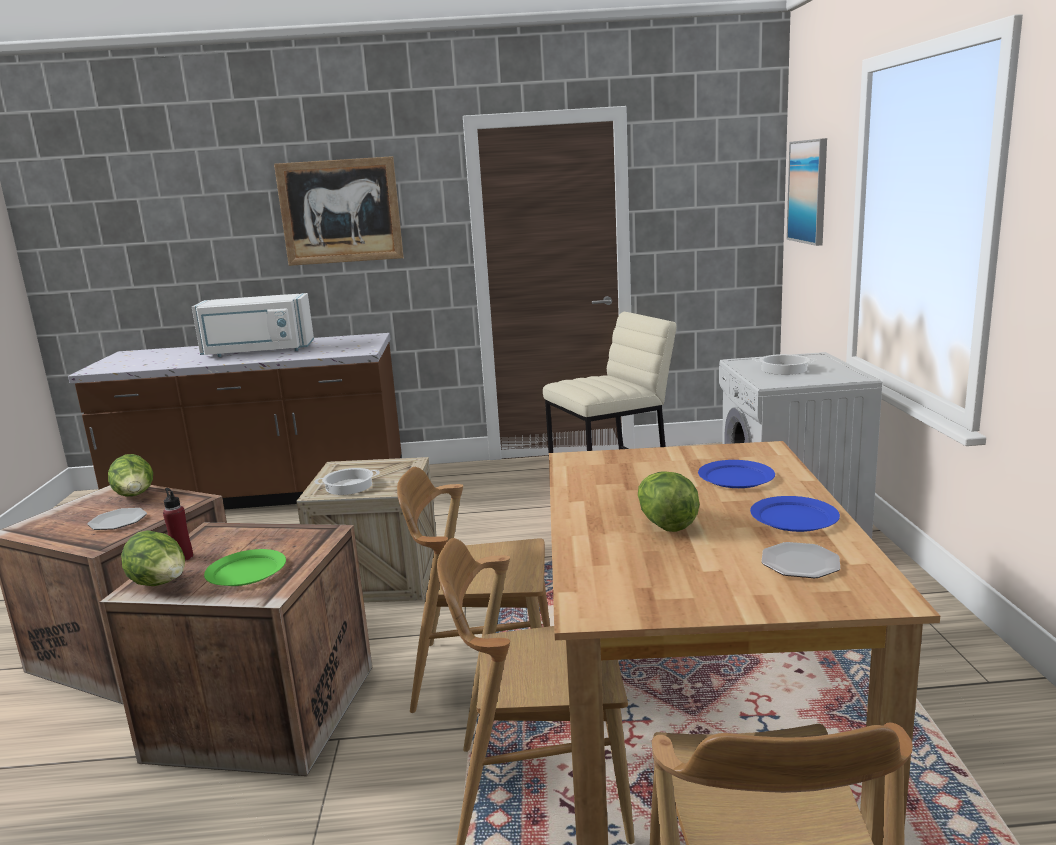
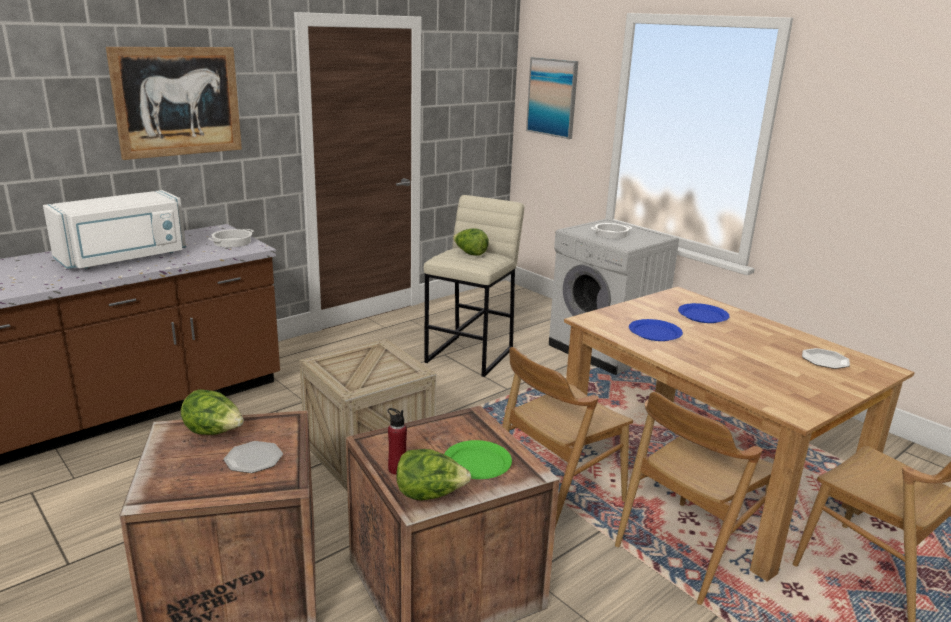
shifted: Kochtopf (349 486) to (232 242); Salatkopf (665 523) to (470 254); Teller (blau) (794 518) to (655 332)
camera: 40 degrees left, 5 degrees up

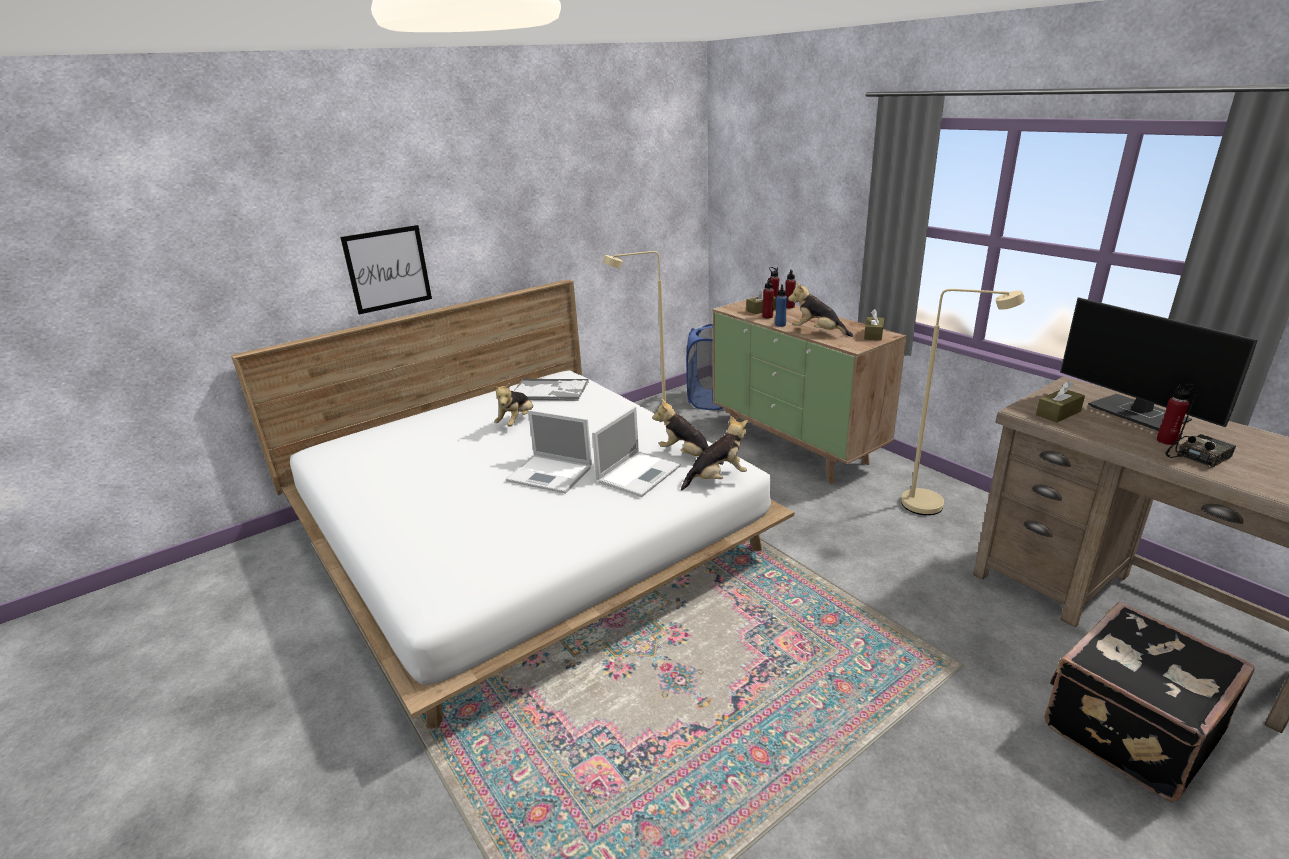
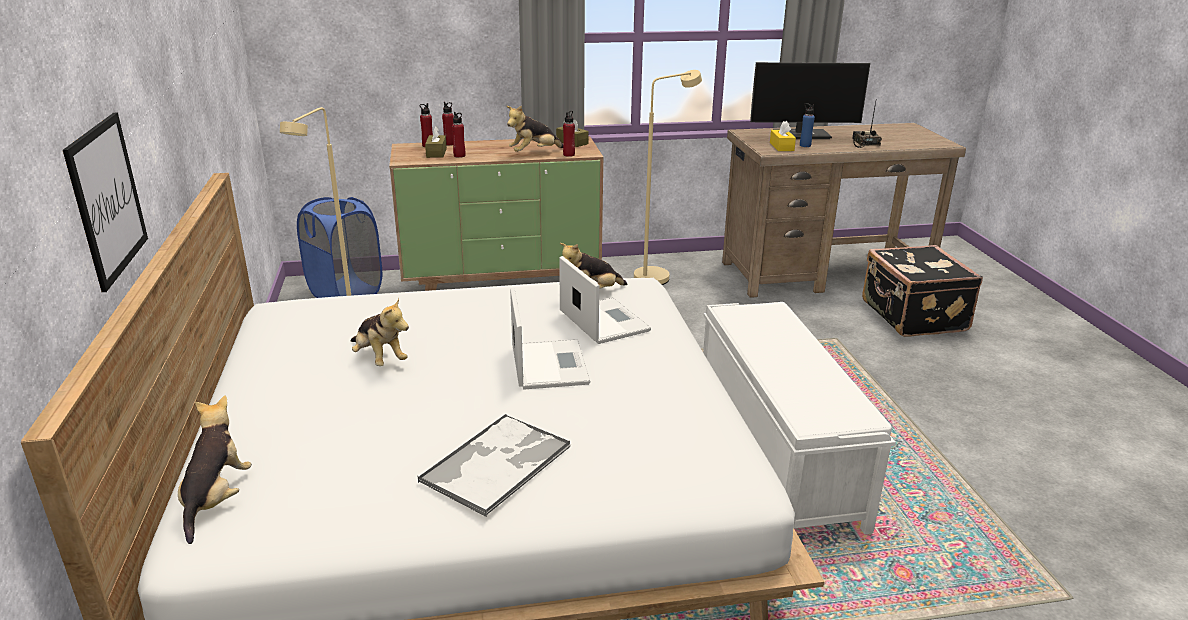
new: Bank (weiß) (775 454)
shifted: Plüschtier (717 478) to (216 499); Tablett (550 391) to (497 463); Flasche (rot) (1166 441) to (569 154); Flasche (blau) (780 325) to (805 145)
repainted: Taschentuchbox (braun) (1058 413) to Taschentuchbox (gelb) (781 147)
rotated: Laptop (551 474) = (548 364) 60 degrees counterclockwise
camera: 65 degrees left, 0 degrees up

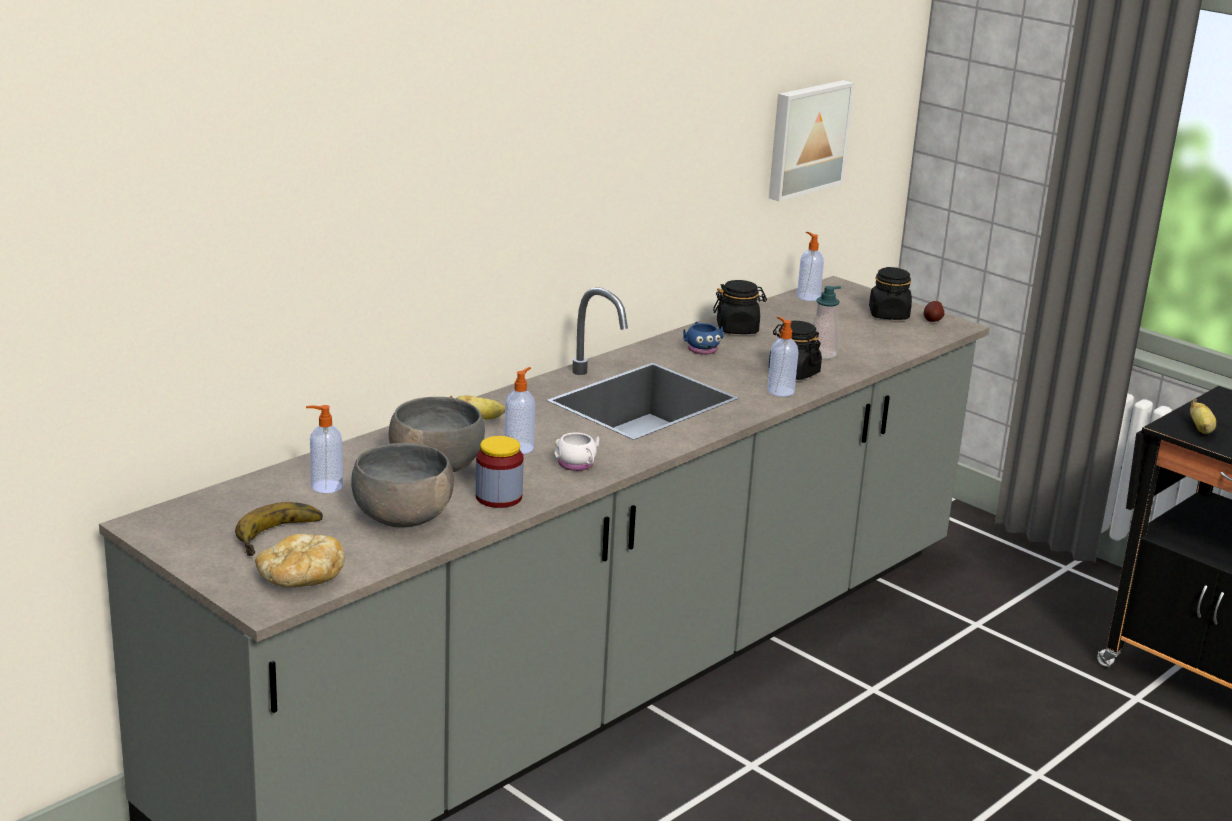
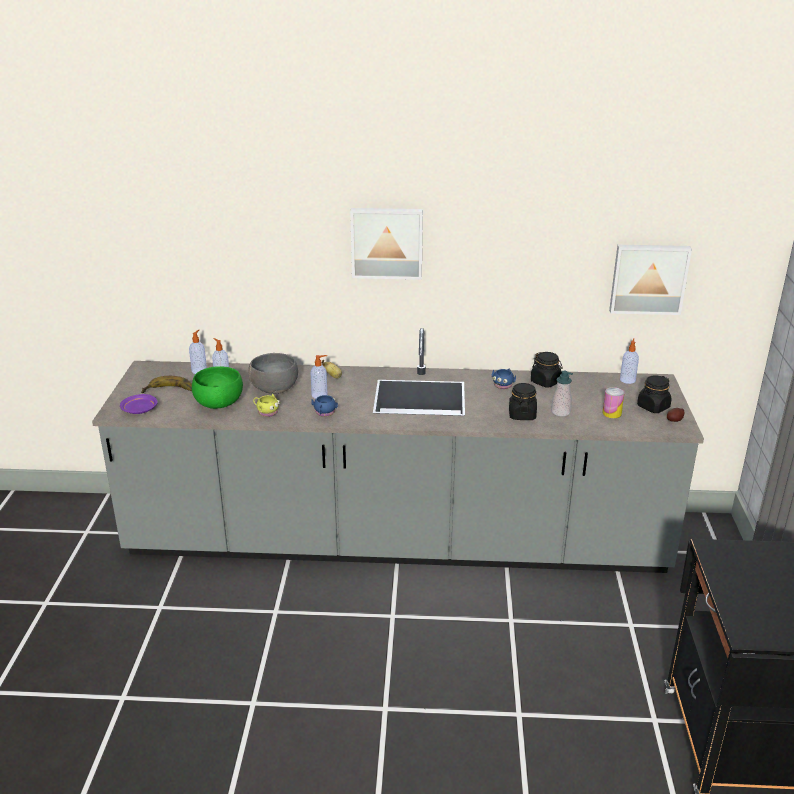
gone: Banane (1201 429)
new: Bild (387 242); Dose (611 413)
shifted: Seifenspender (780 391) to (199 370)
swapped: Brot (300 580) to Teller (lila) (139 410); Vorratsglas (498 497) to Henkelbecher (gelb) (266 412)
repainted: Schüssel (grau) (403 517) to Schüssel (grün) (218 403); Henkelbecher (weiß) (577 465) to Henkelbecher (blau) (324 413)
camera: 50 degrees right, 5 degrees up

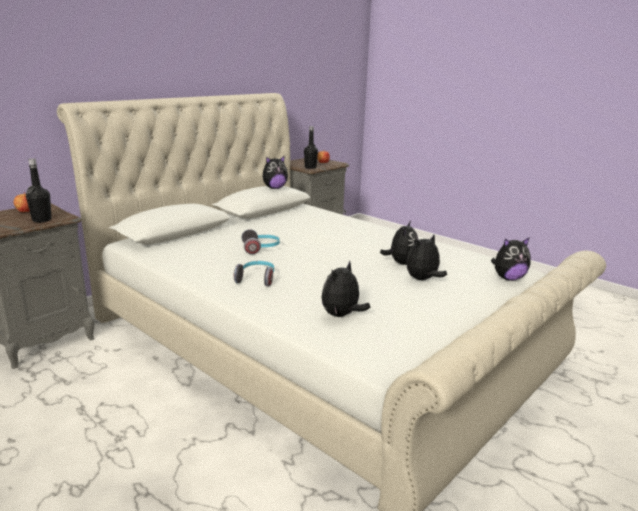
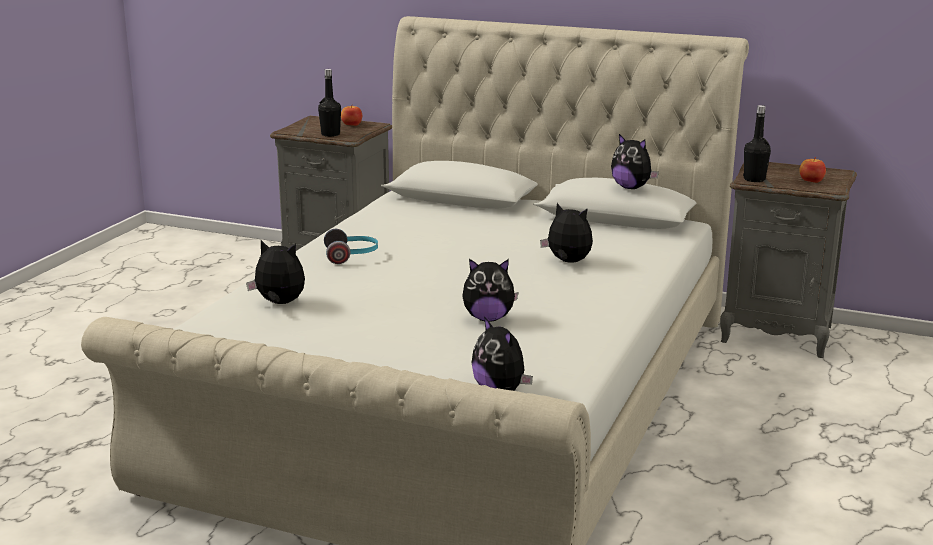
gone: Kopfhörer (261 248)
shifted: Plüschtier (423 280) to (567 262)
camera: 70 degrees right, 0 degrees up

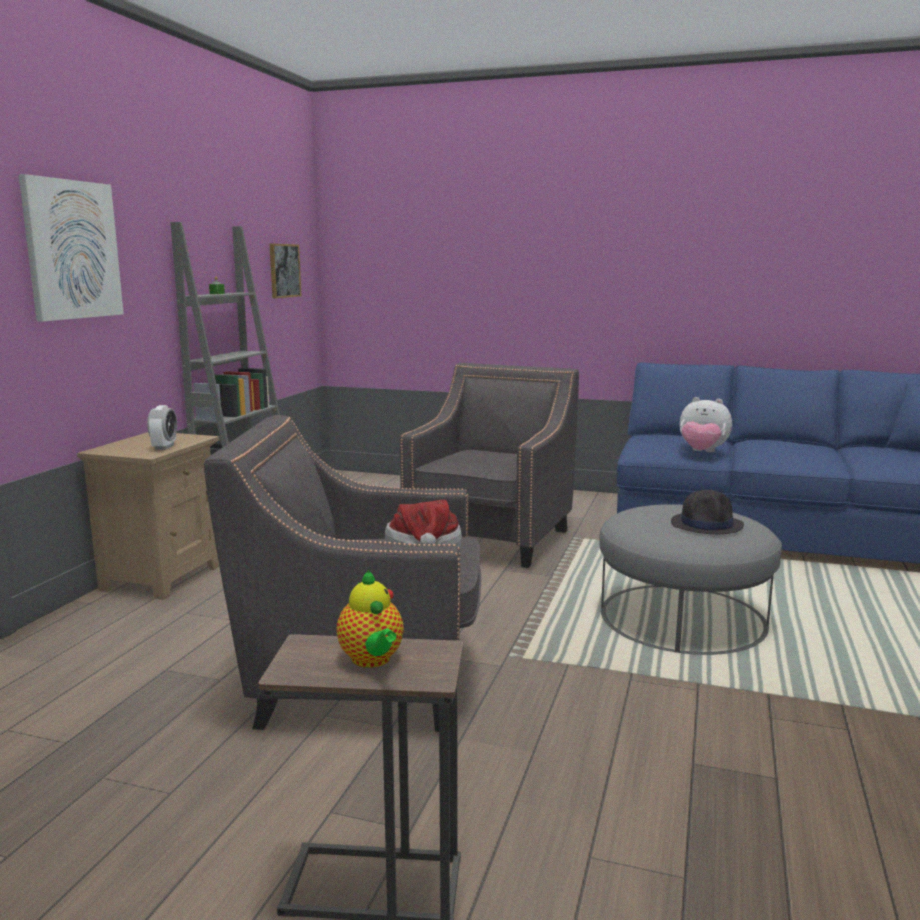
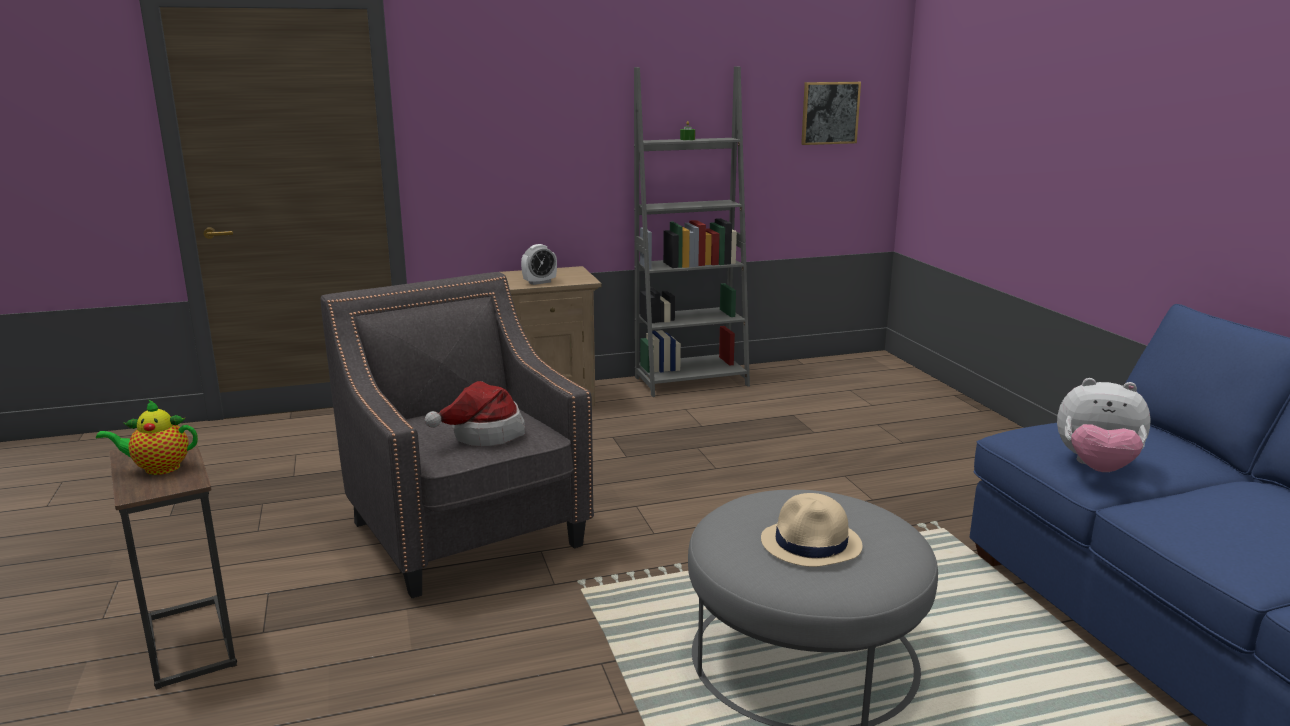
gone: Bild (72 250); Sessel (grau) (491 539)
repainted: Hut (schwarz) (707 525) to Hut (beige) (811 544)
rotated: Teekanne (372 660) = (158 468) 45 degrees clockwise; Plüschtier (702 452) = (1096 468) 60 degrees counterclockwise
camera: 55 degrees right, 5 degrees up

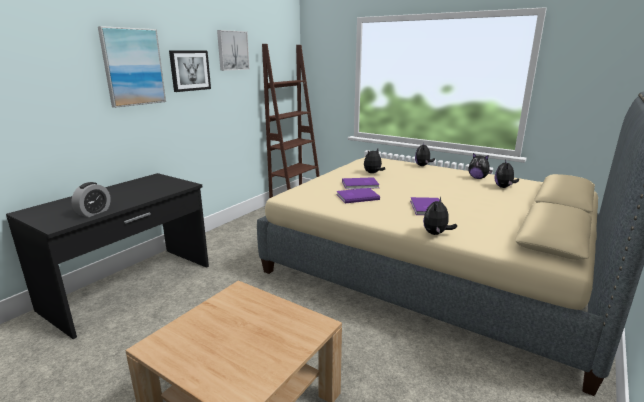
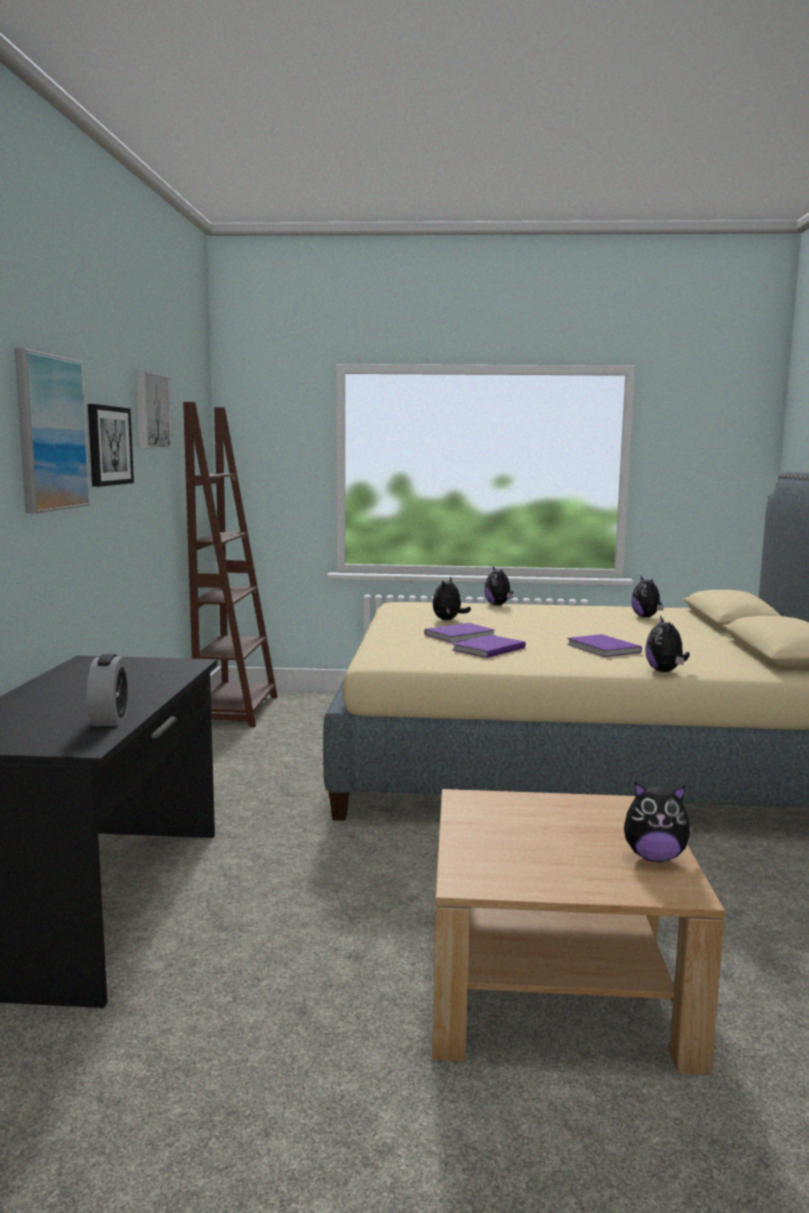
shifted: Plüschtier (478 178) to (654 857)
camera: 30 degrees left, 10 degrees down

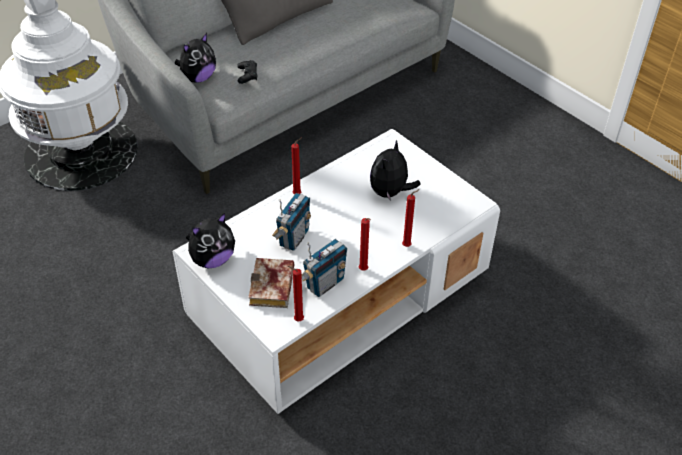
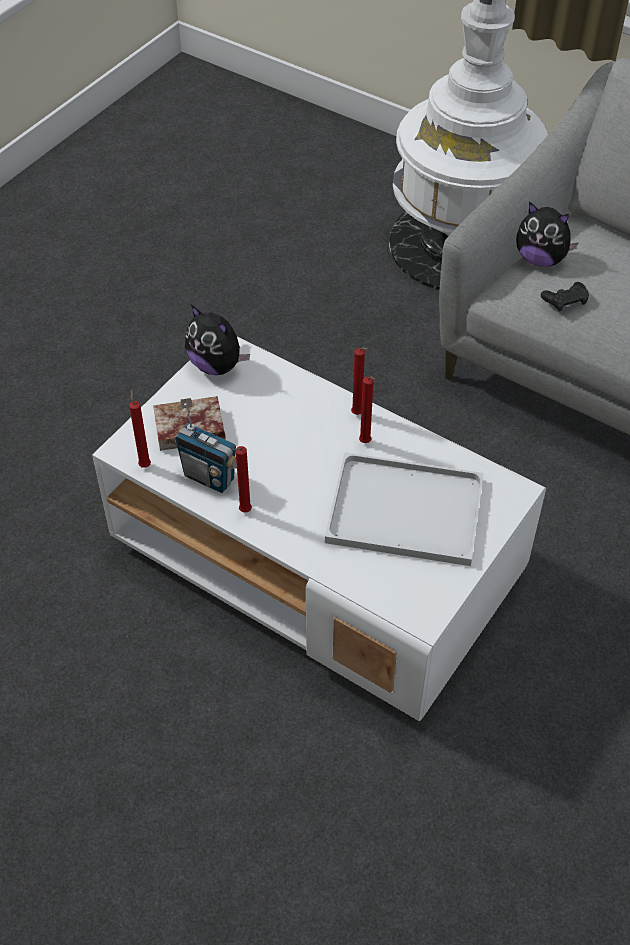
gone: Radio (293 238)
shifted: Kerze (rot) (408 245) to (366 443)
swapped: Plüschtier (390 192) to Tablett (weiß) (402 511)
camera: 75 degrees right, 5 degrees up

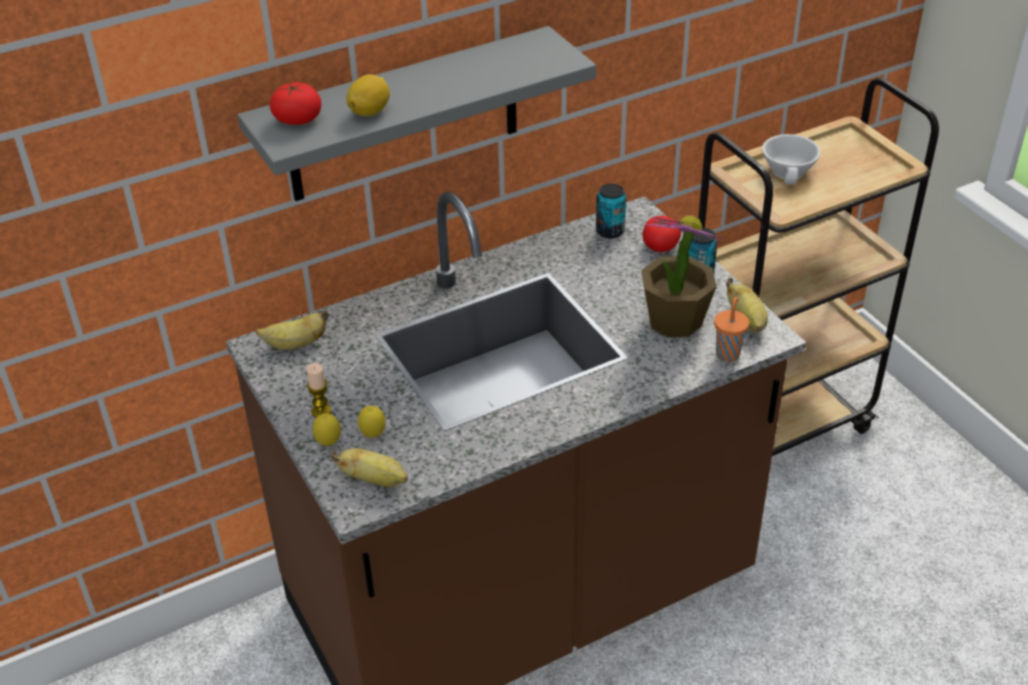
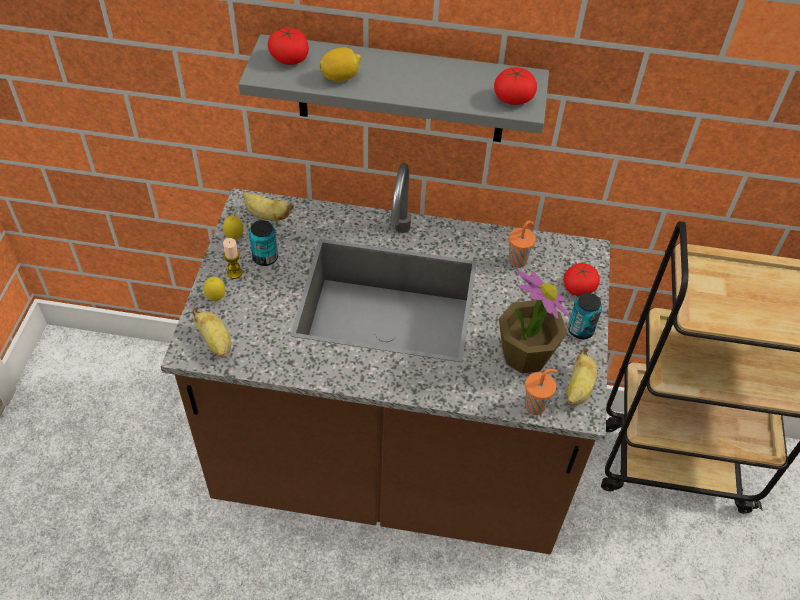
gone: Tasse (weiß) (790 171)
new: Tomate (513 98); Tasse (orange) (518 260)
shifted: Zitrone (373 436) to (234 237); Dose (610 231) to (265 257)
camera: 35 degrees right, 10 degrees up

